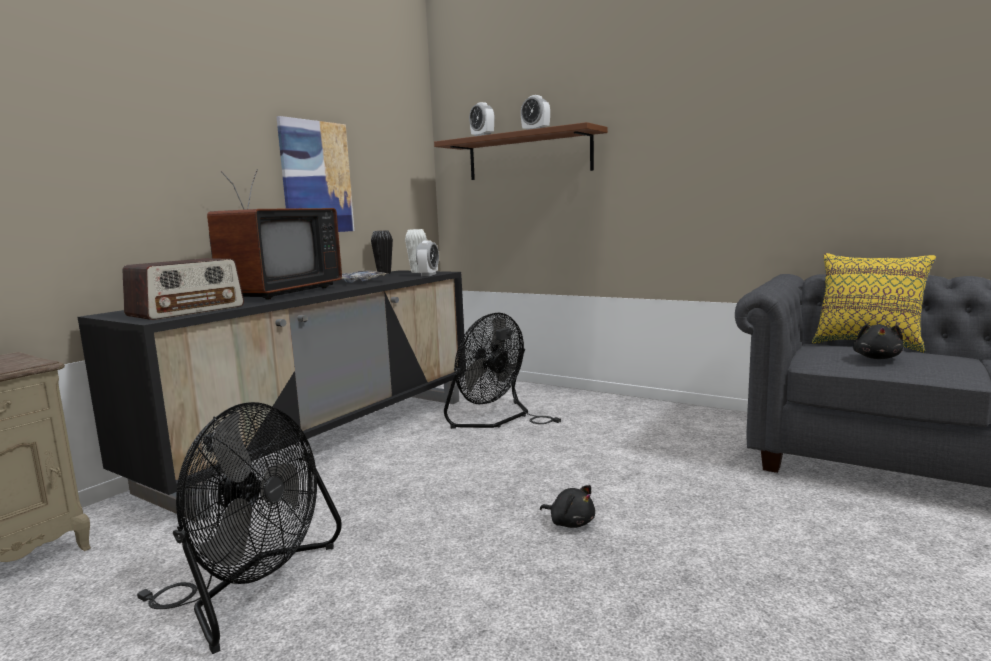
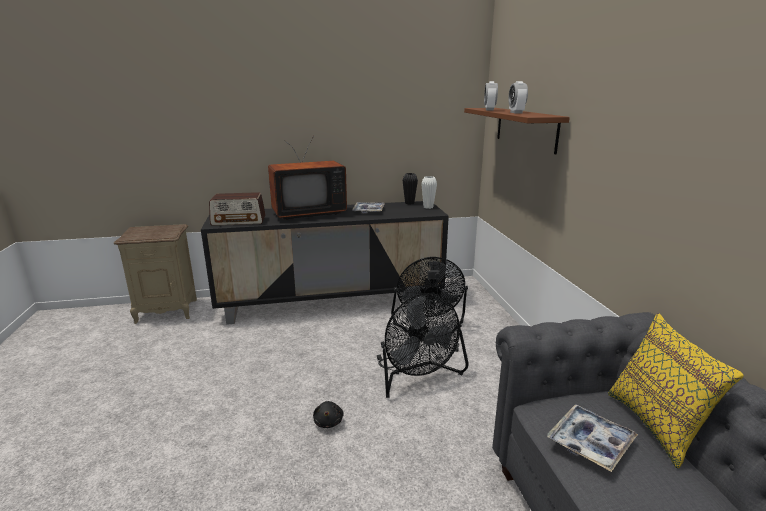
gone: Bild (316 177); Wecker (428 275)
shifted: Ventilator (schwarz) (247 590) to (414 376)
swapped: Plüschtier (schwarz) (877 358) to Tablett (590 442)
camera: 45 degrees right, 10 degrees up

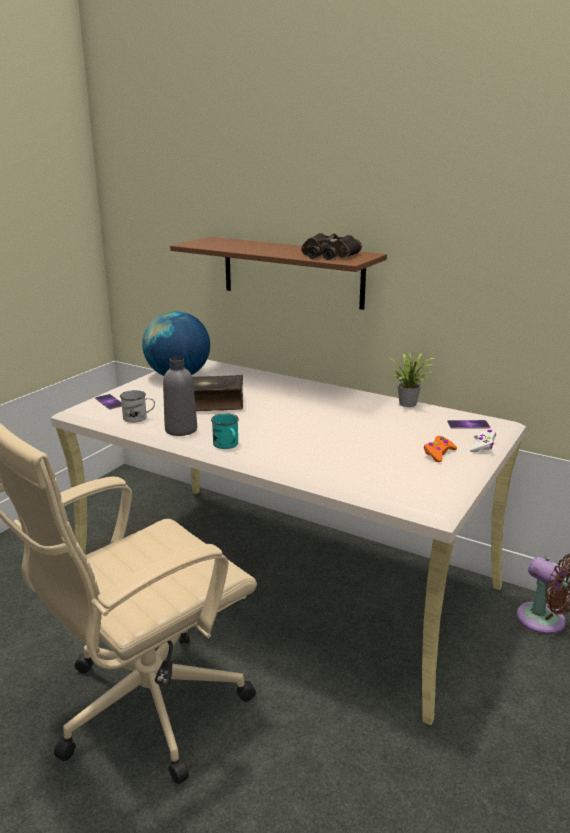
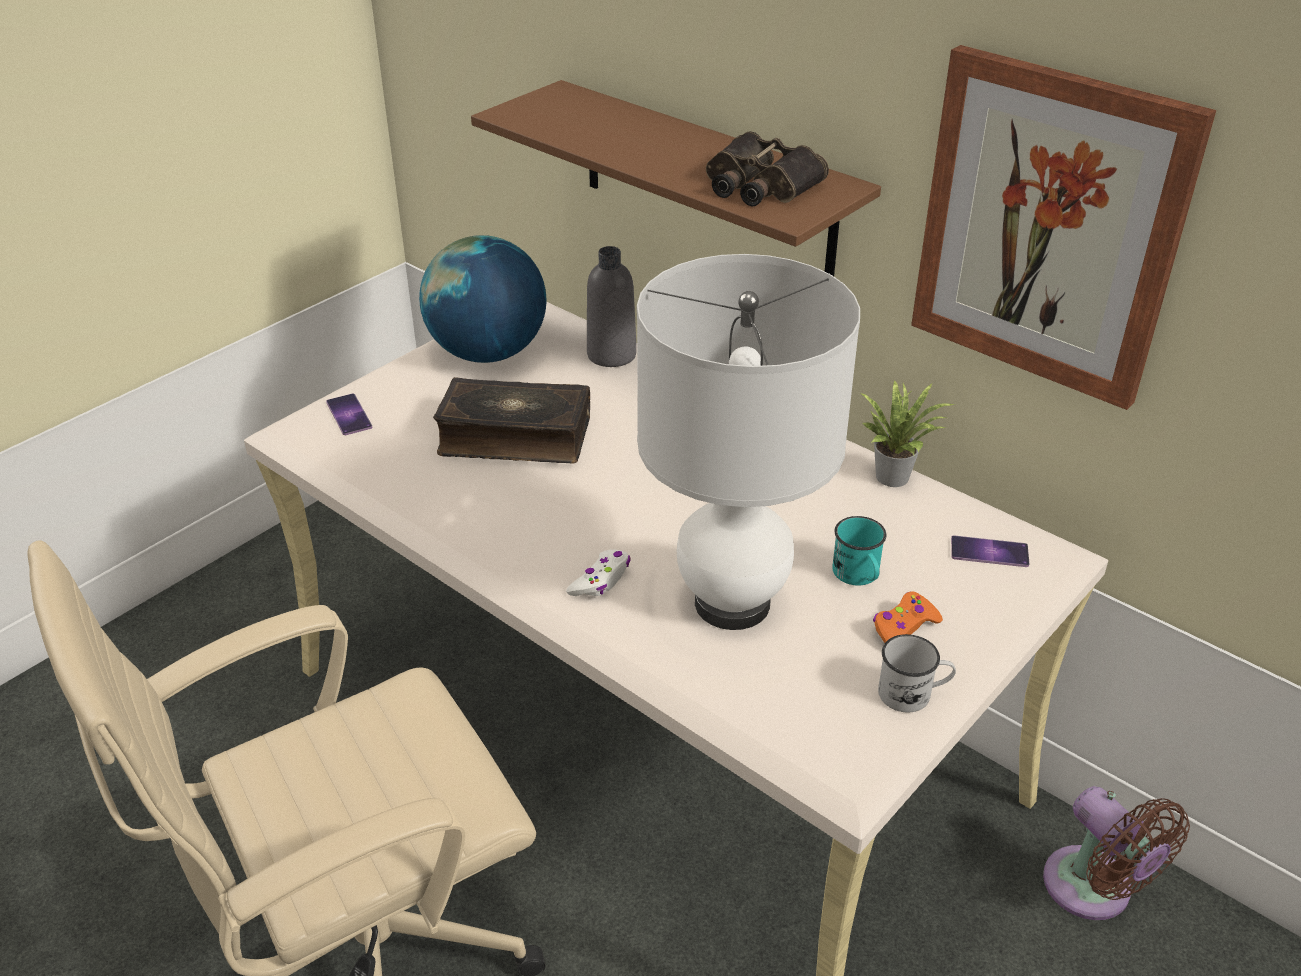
new: Tischlampe (weiß) (732 604); Bild (1049 227)
shifted: Gamepad (weiß) (482 446) to (601 580); Flasche (grau) (181 430) to (611 355); Henkelbecher (türkis) (227 445) to (859 576); Henkelbecher (weiß) (139 418) to (913 694)
camera: 10 degrees right, 15 degrees up

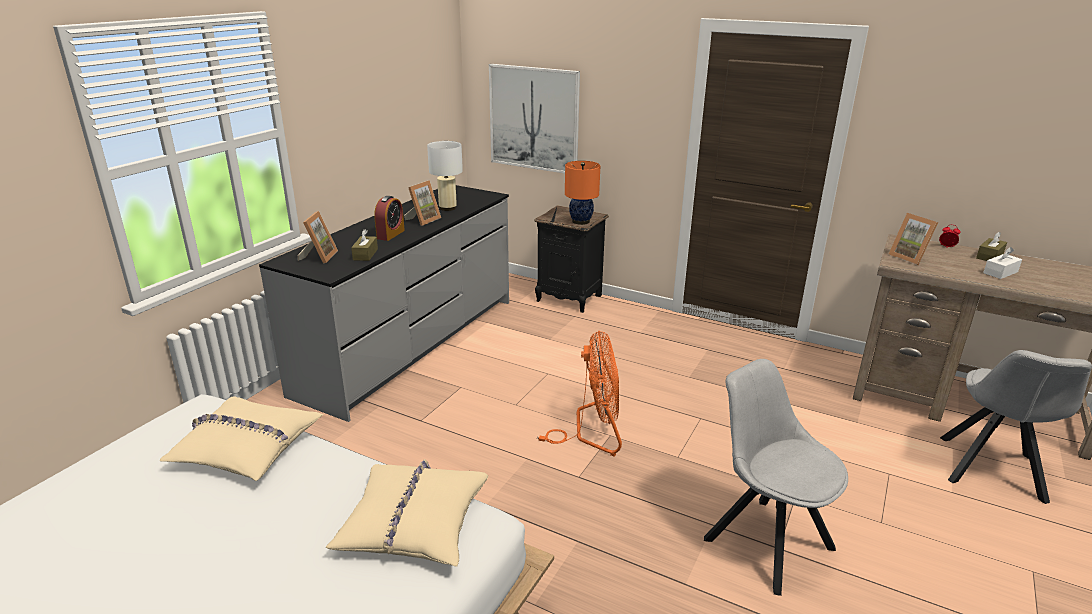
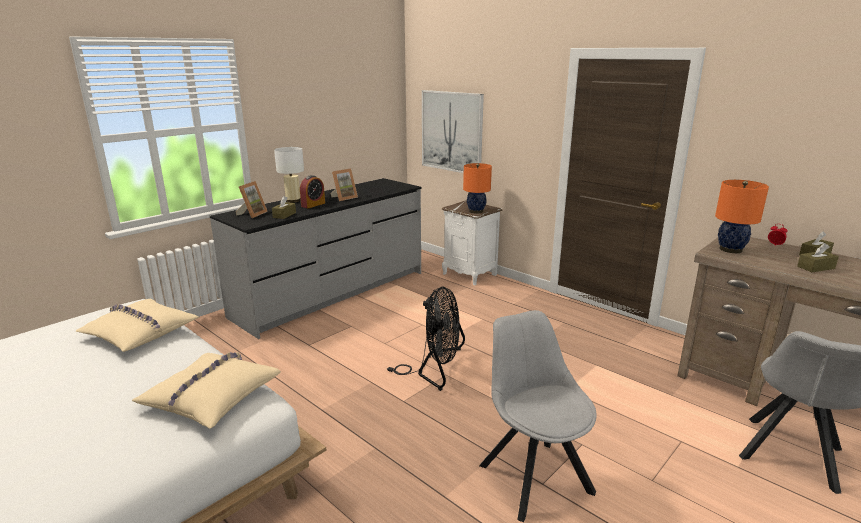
shifted: Tischlampe (weiß) (447 208) to (293 200)
swapped: Bilderrahmen (910 257) to Tischlampe (orange) (731 249)
repainted: Ventilator (orange) (591 428) to Ventilator (schwarz) (434 367); Nachttisch (schwarz) (569 299) to Nachttisch (weiß) (469 275); Taschentuchbox (weiß) (1000 272) to Taschentuchbox (braun) (816 267)
camera: 15 degrees right, 5 degrees down

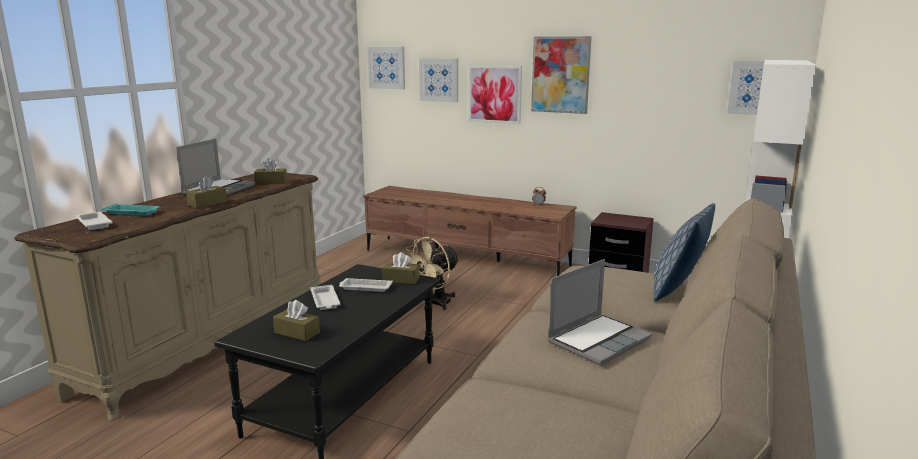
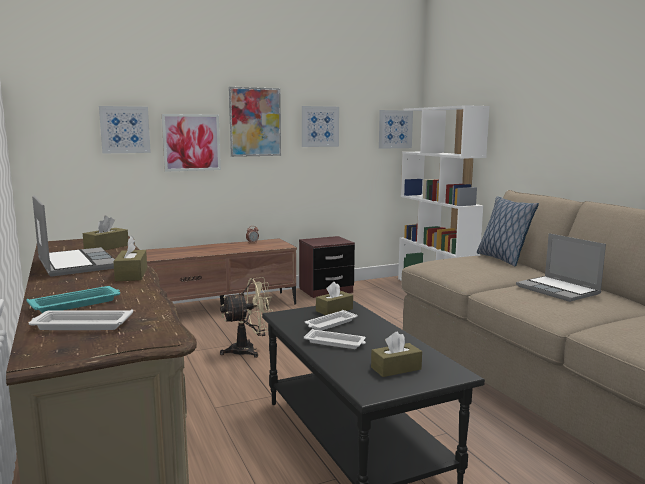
shifted: Bild (387 67) to (319 126)
rotated: Ventilator (beige) (434 303) = (249 350) 105 degrees counterclockwise; Laptop (598 340) = (559 290) 150 degrees clockwise
camera: 50 degrees left, 5 degrees down

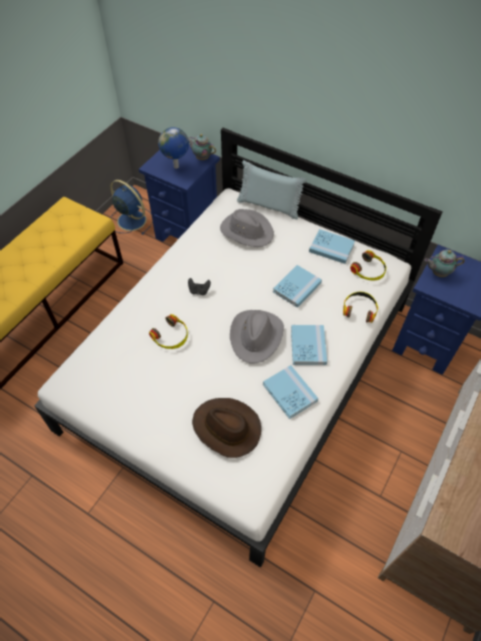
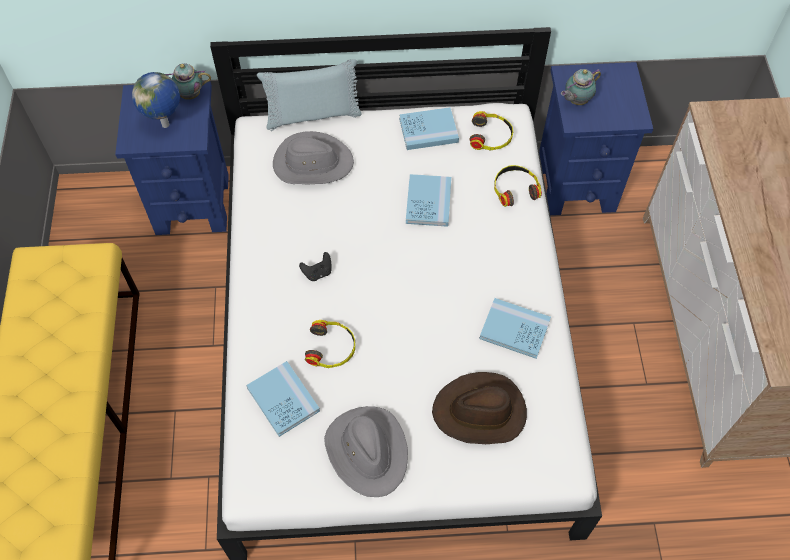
gone: Ventilator (blau) (130 220)
shifted: Buch (blau) (308 346) to (283 399); Hut (grau) (256 336) to (368 451)
camera: 35 degrees left, 5 degrees up

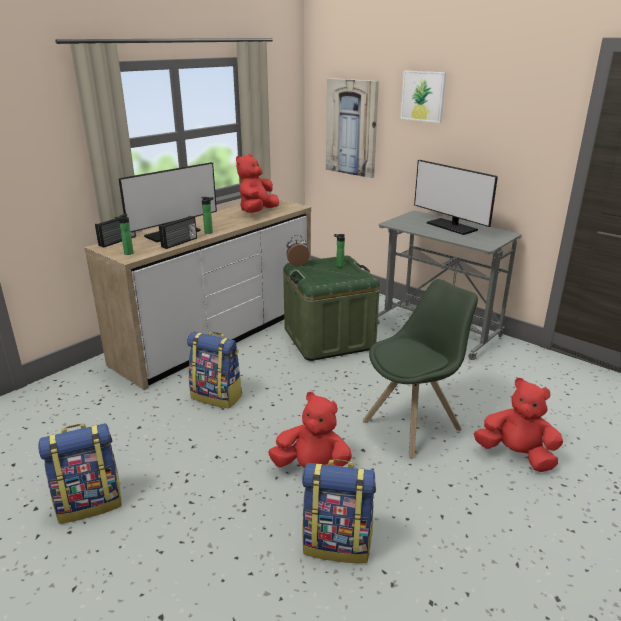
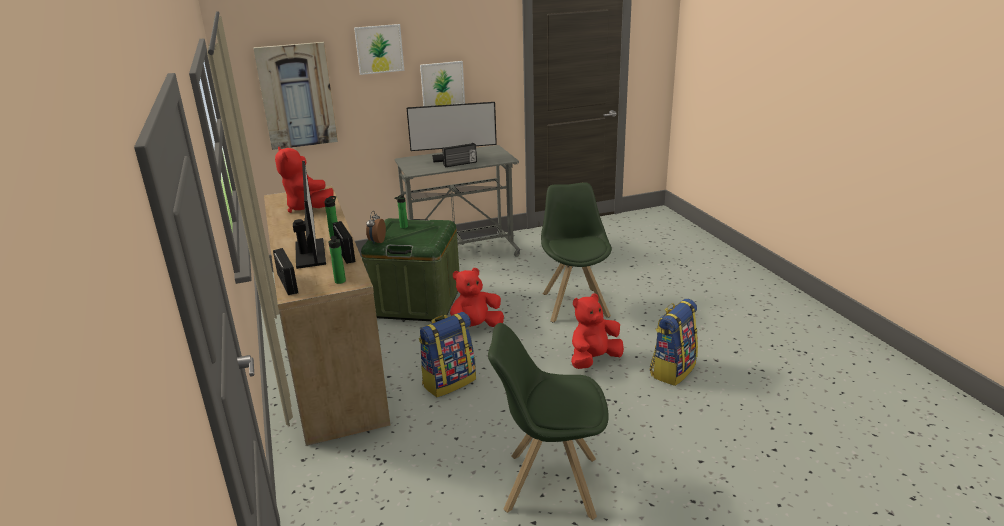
new: Bild (442 84); Radio (460 164)
shifted: Plüschtier (rot) (516 455) to (475 329)
swapped: Rucksack (90 503) to Stuhl (grün) (550 484)
camera: 60 degrees left, 0 degrees up

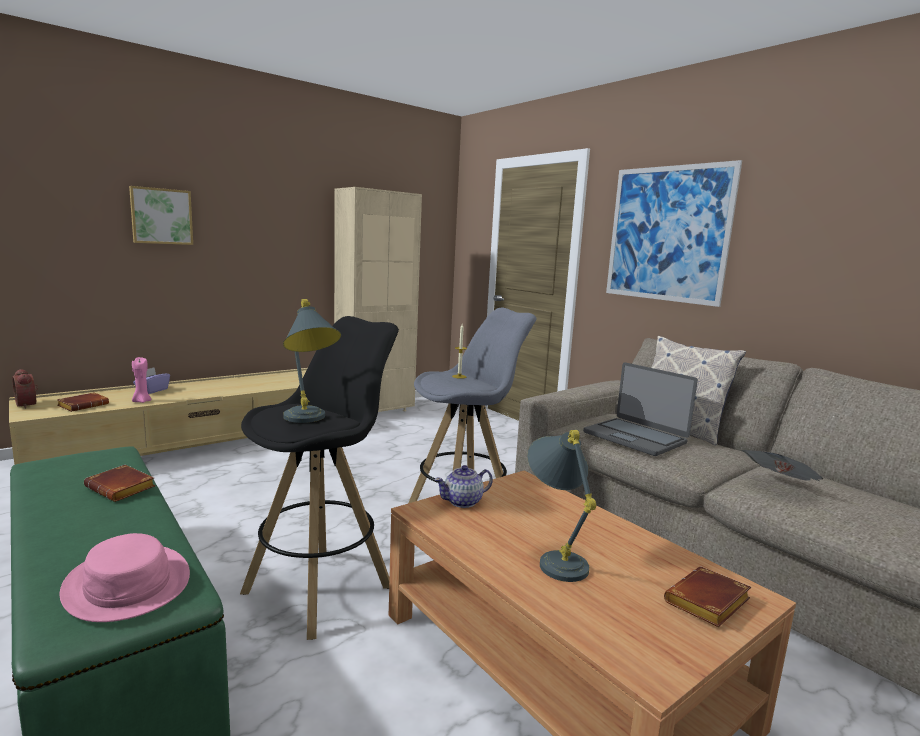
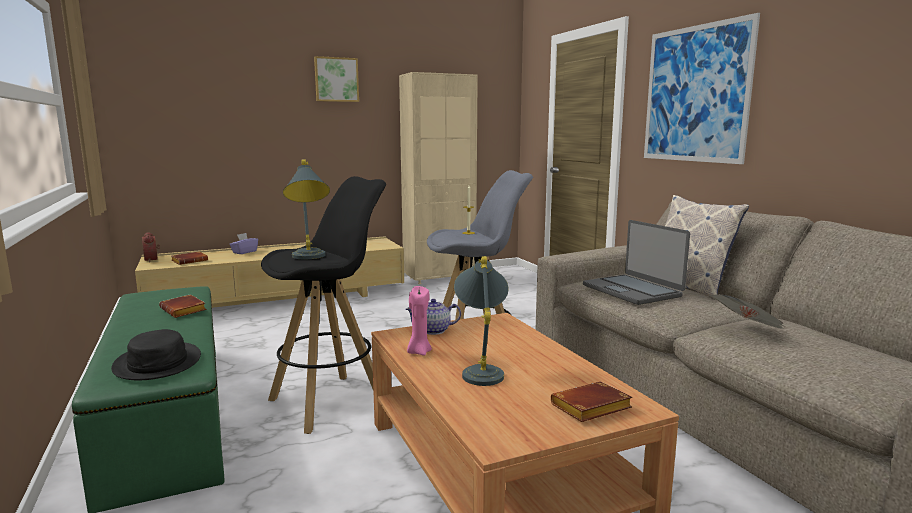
shifted: Bild (161 216) to (336 79); Kerze (rosa) (141 401) to (419 352)
repainted: Hut (rosa) (128 584) to Hut (schwarz) (158 363)
camera: 15 degrees right, 0 degrees up

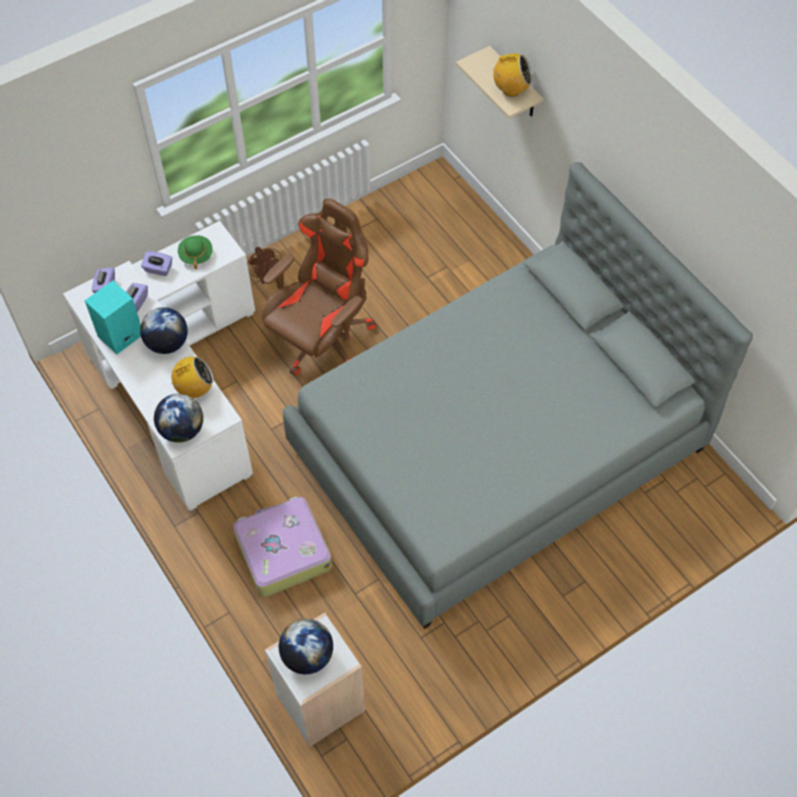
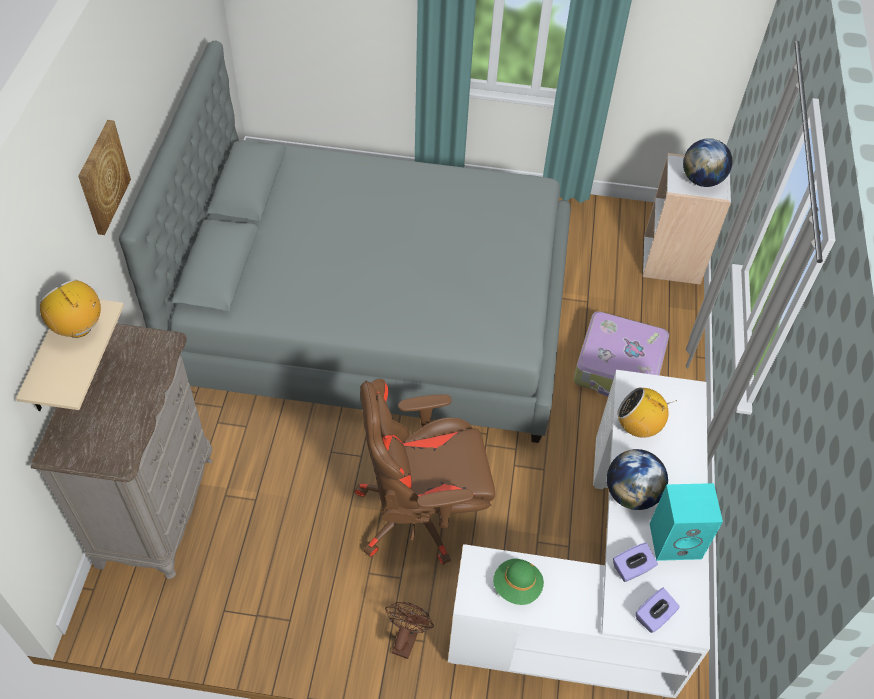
gone: Taschentuchbox (lila) (158 269); Globus (182 430)
new: Kommode (beige) (159 510); Bild (102 177)
camera: 140 degrees left, 5 degrees down

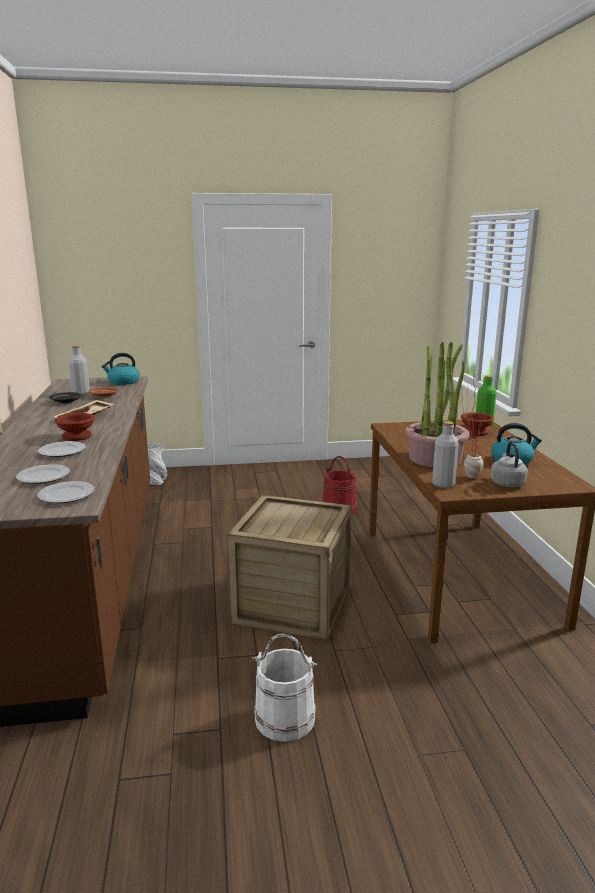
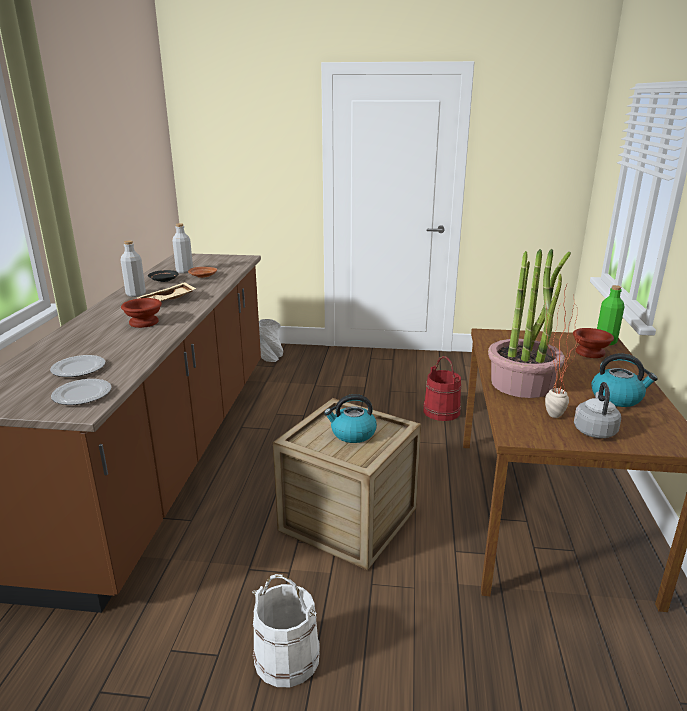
gone: Teller (62 451)
shifted: Flasche (grau) (443 484) to (136 294); Wasserkessel (123 382) to (352 434)
camera: 15 degrees right, 5 degrees up

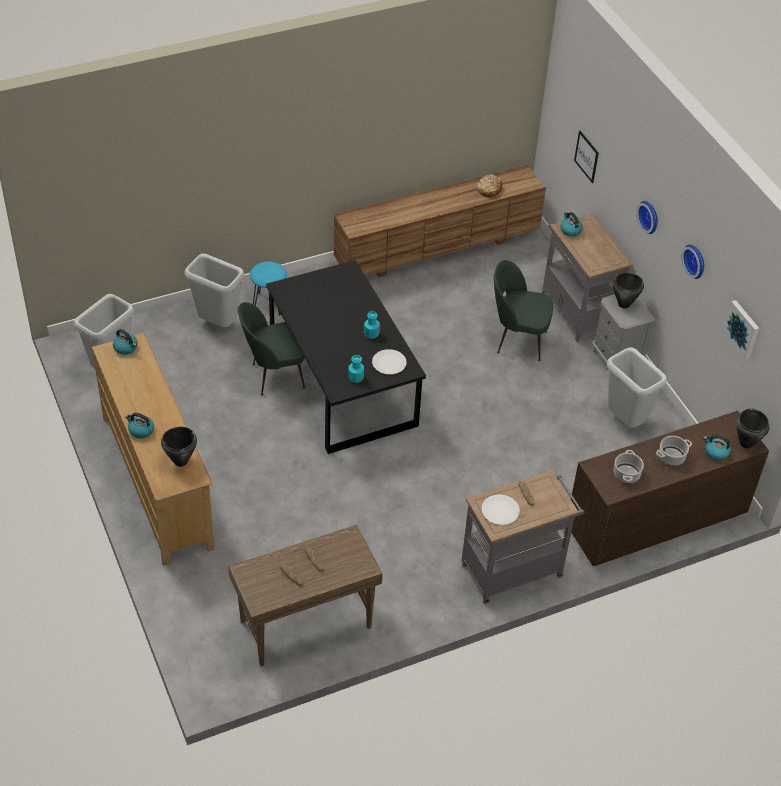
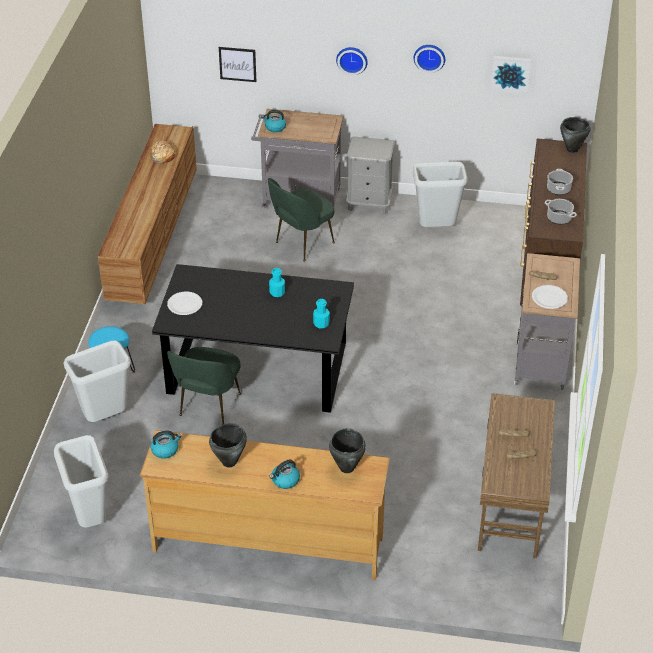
gone: Wasserkessel (715 452)
shifted: Teller (weiß) (389 363) to (185 304); Kochtopf (schwarz) (624 304) to (229 462)
camera: 55 degrees left, 5 degrees down

